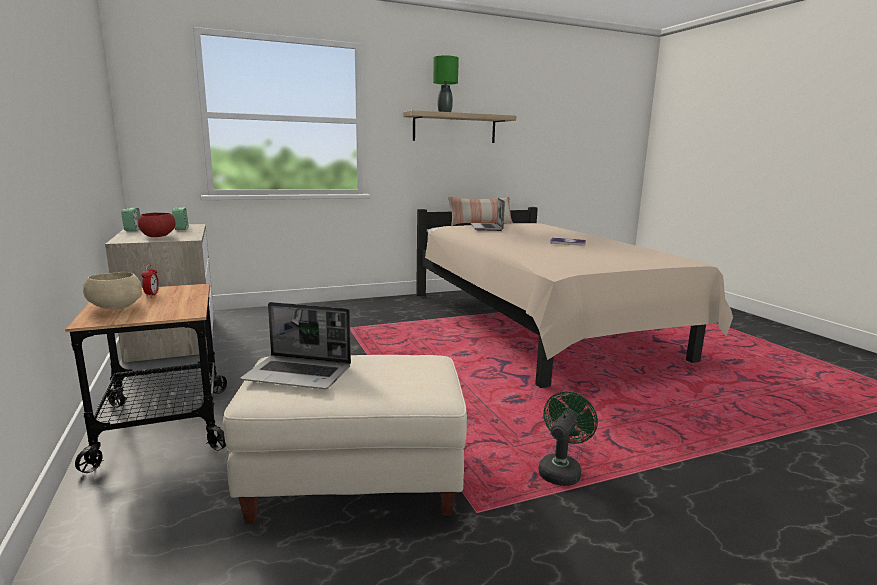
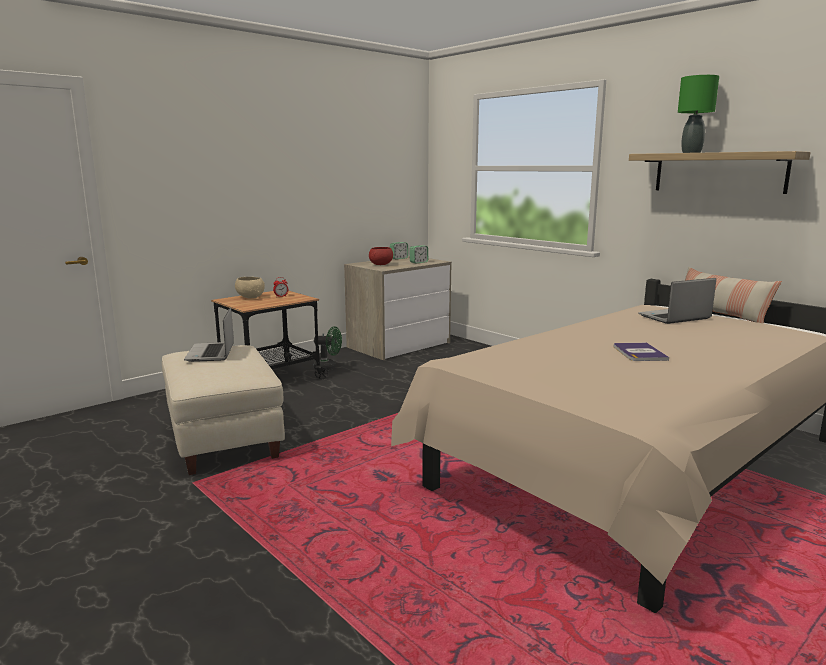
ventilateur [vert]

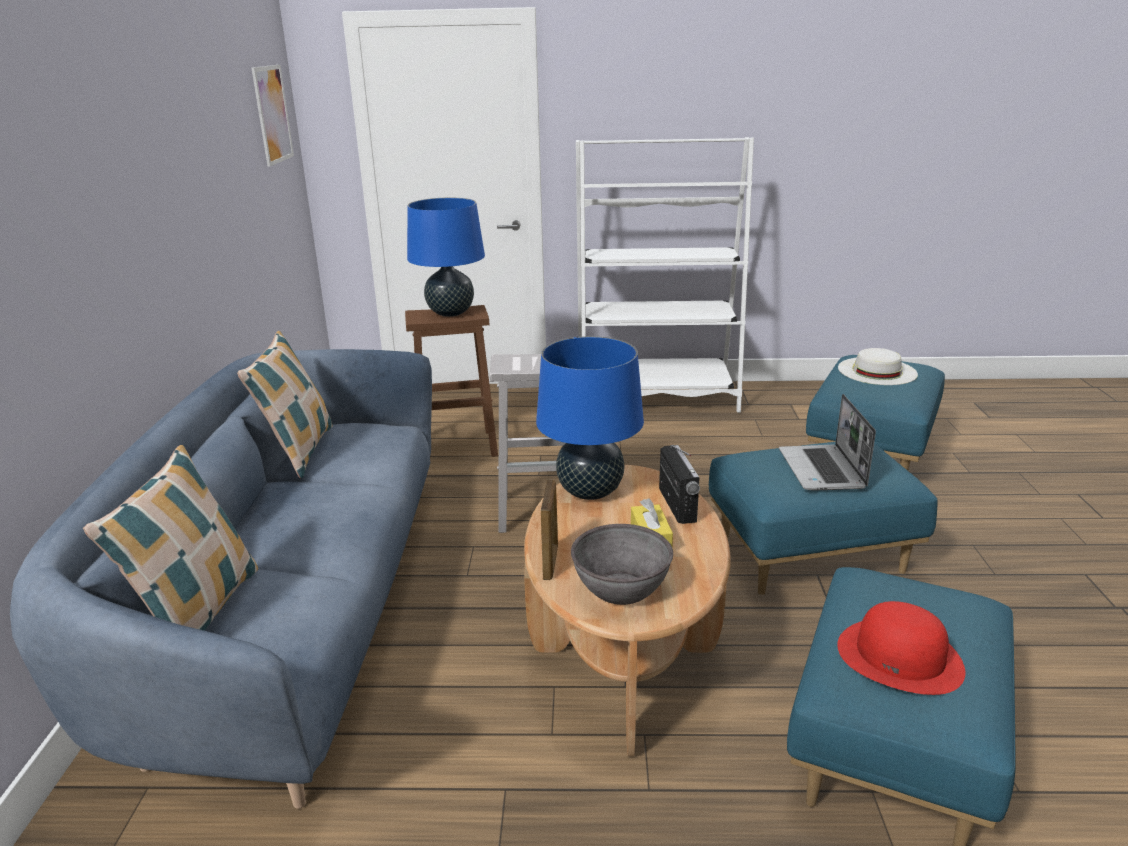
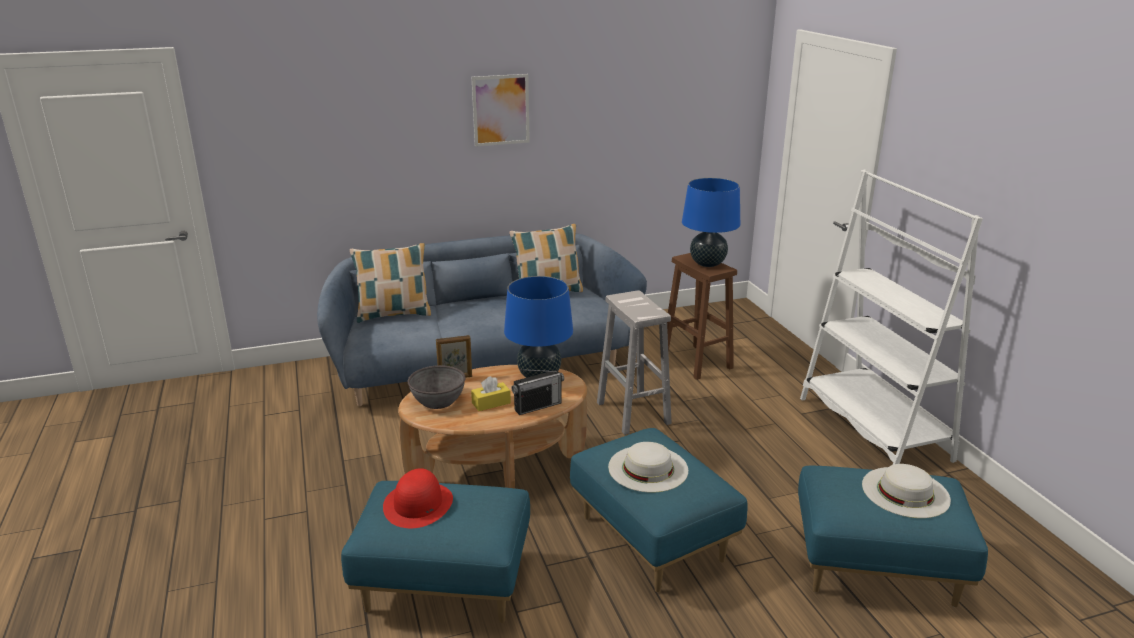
tableau
chapeau [blanc] (1st from left)

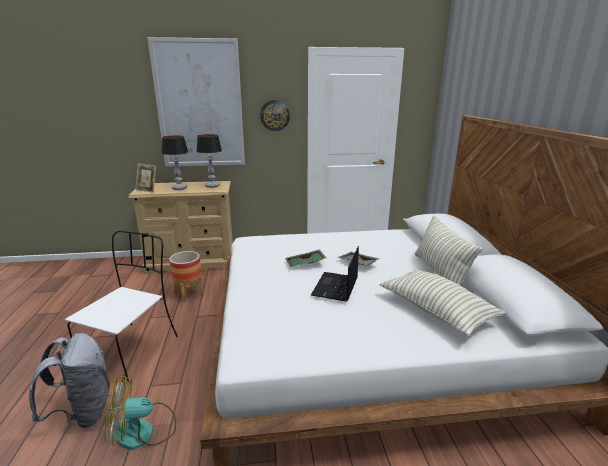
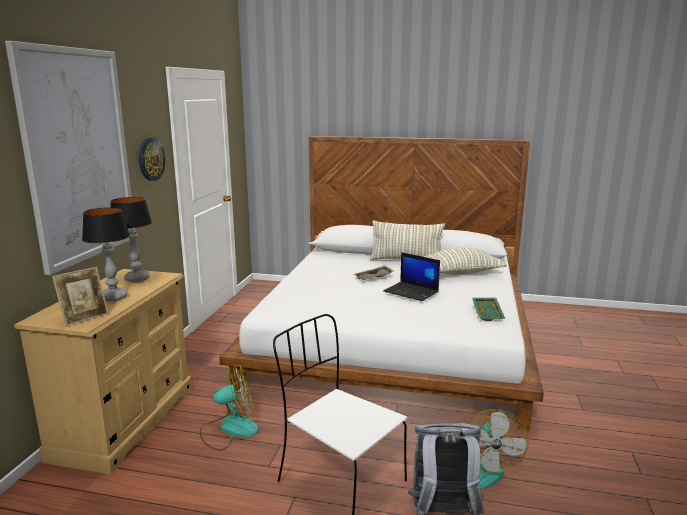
plateau [vert]
ventilateur (1st from left)

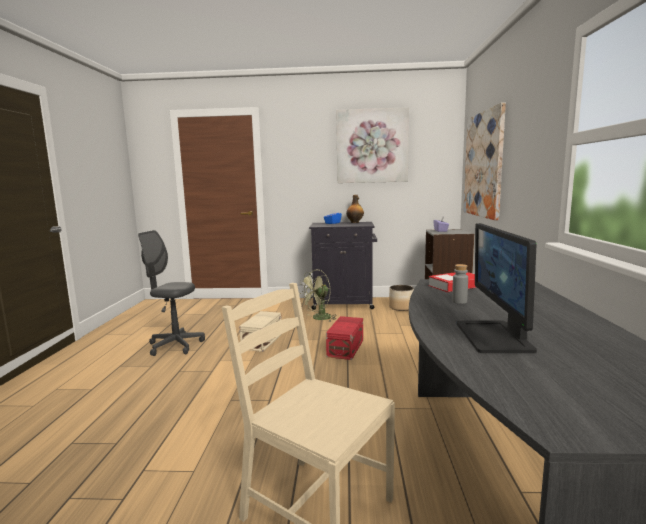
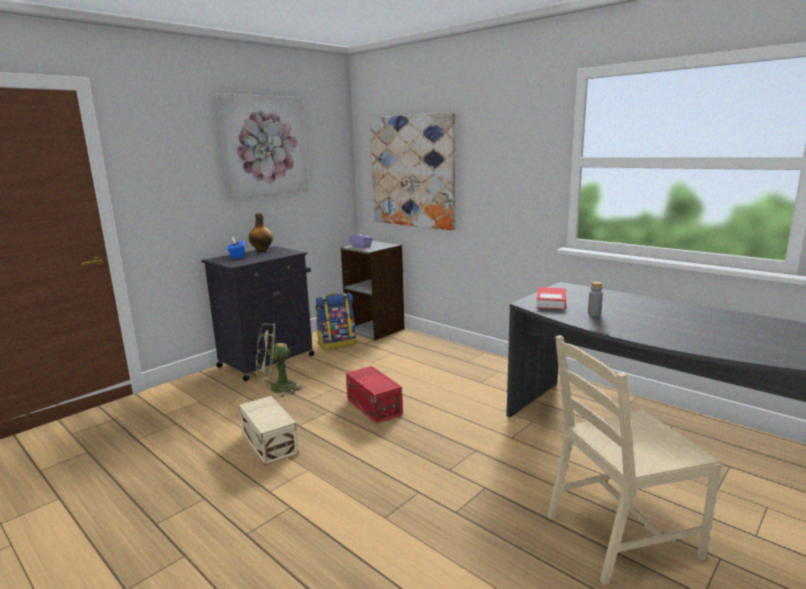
écran d'ordinateur
chaise de bureau [gris]
ventilateur [vert]
sac à dos

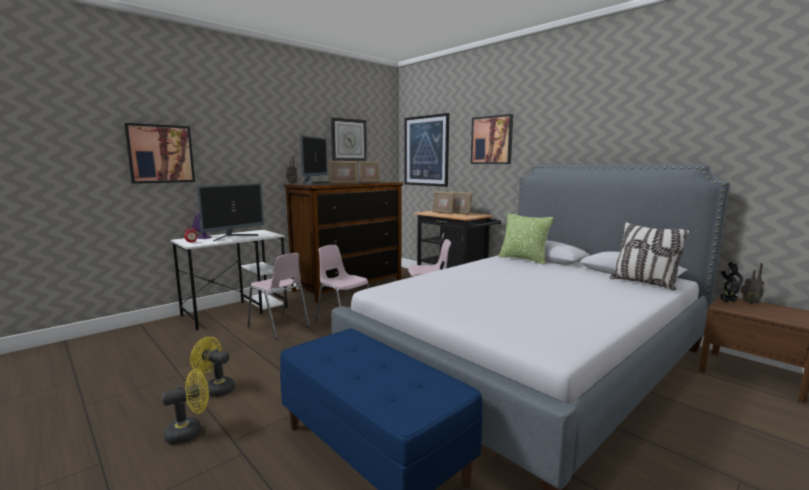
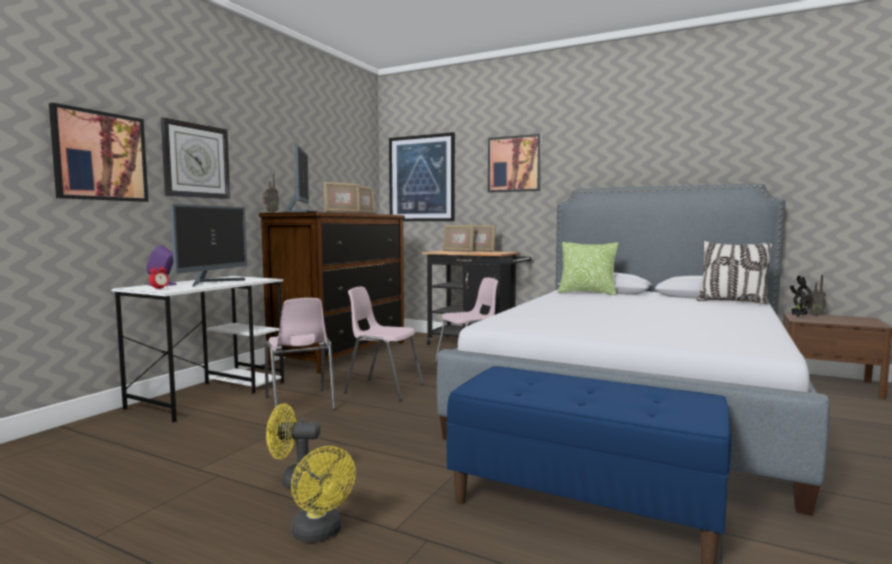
horloge murale
chaise [rose] (1st from left)
ventilateur [jaune] (2nd from left)

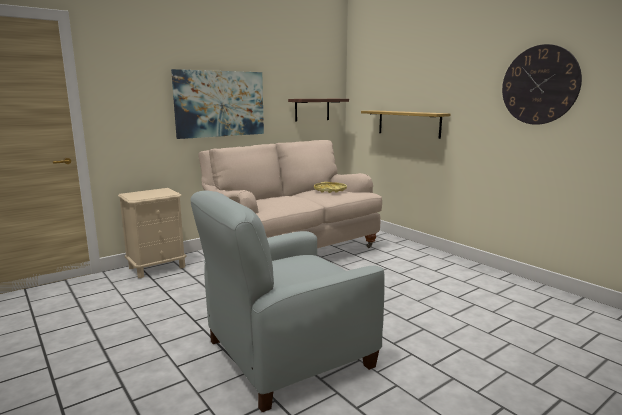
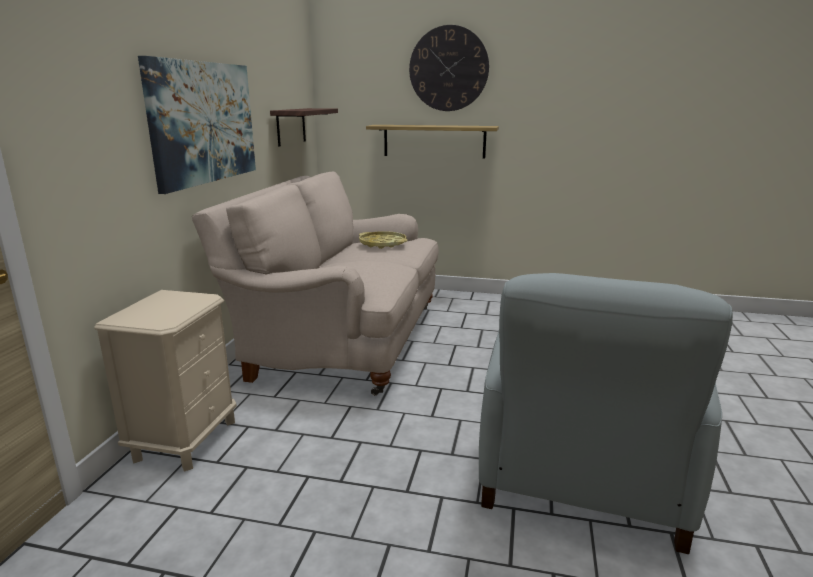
horloge murale

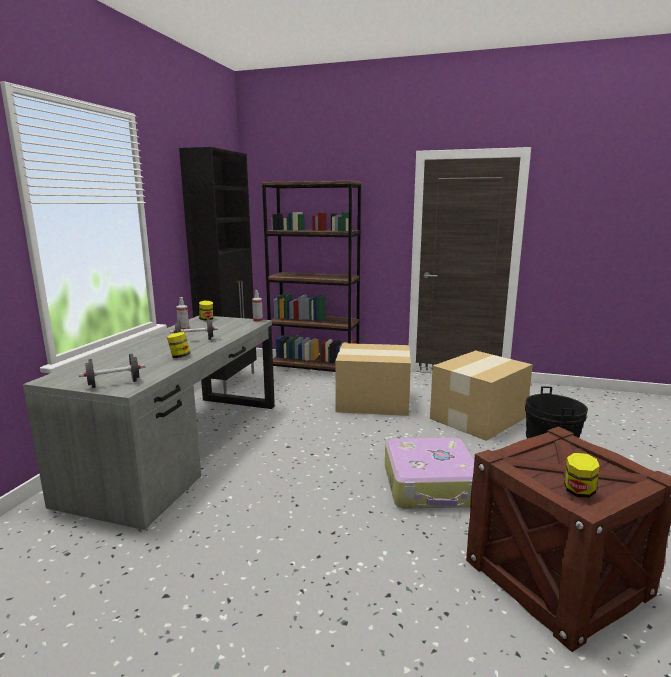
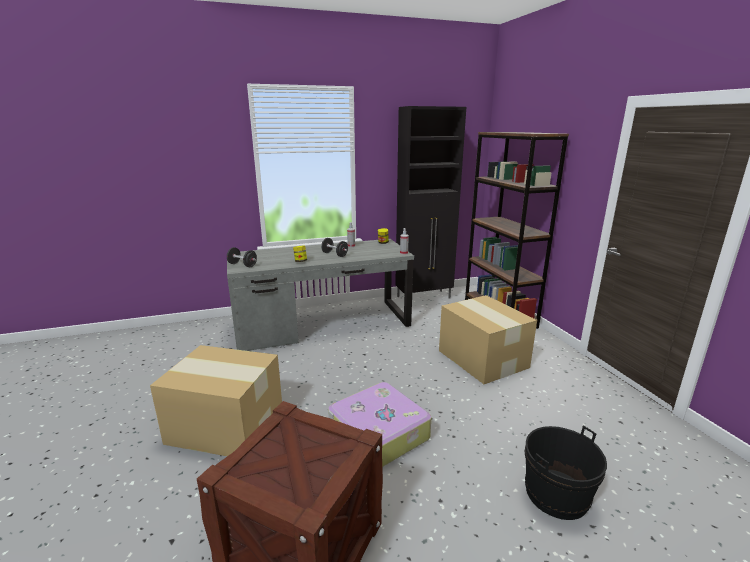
carton (1st from left)
bocal (3rd from left in the first image)

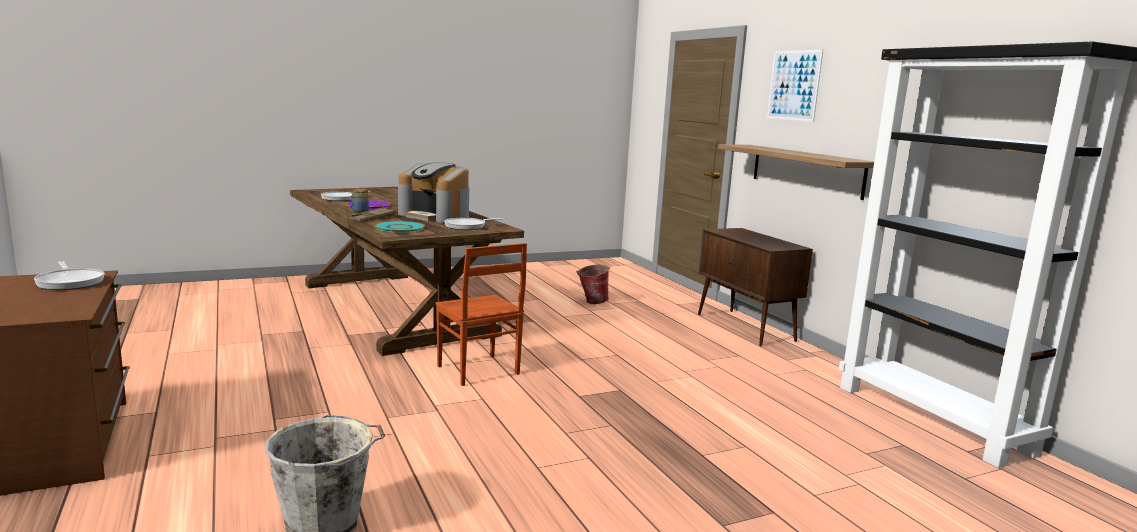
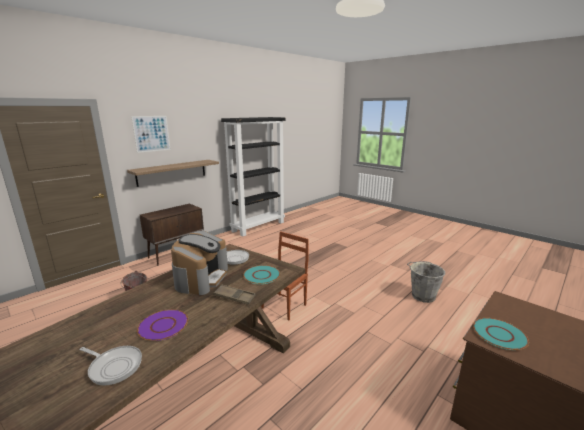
bocal
assiette [turquoise] (2nd from left)

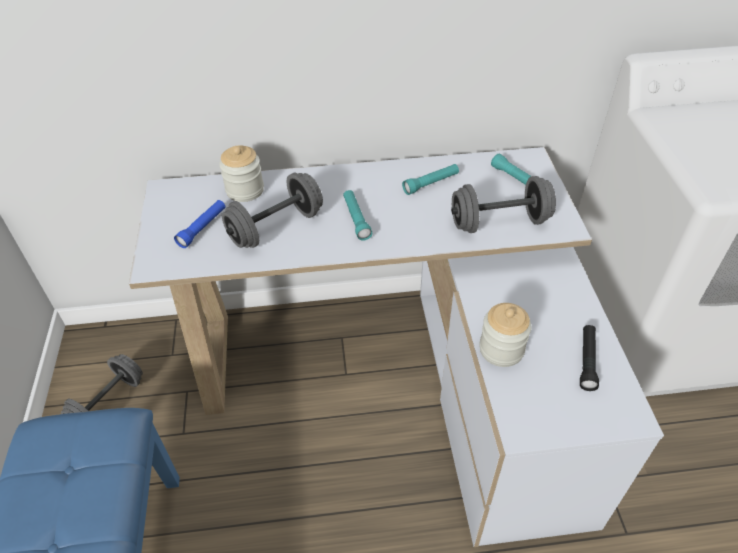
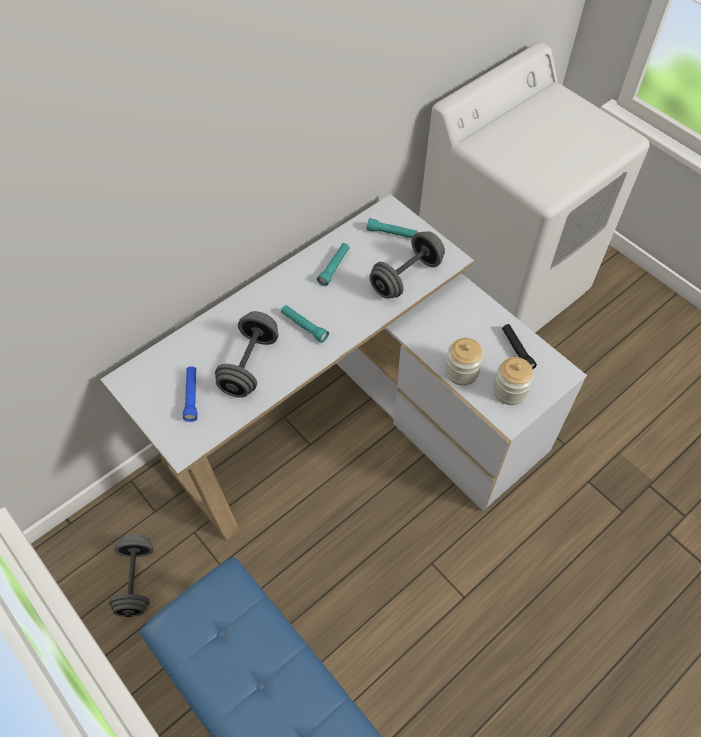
bocal (2nd from left)

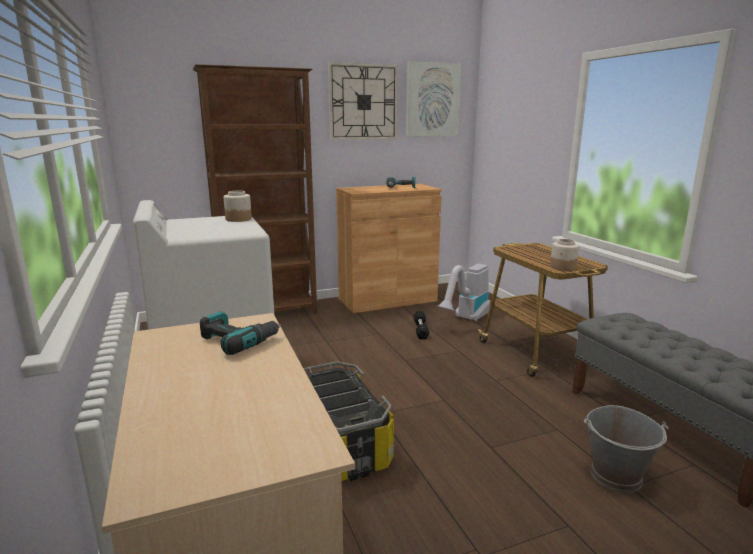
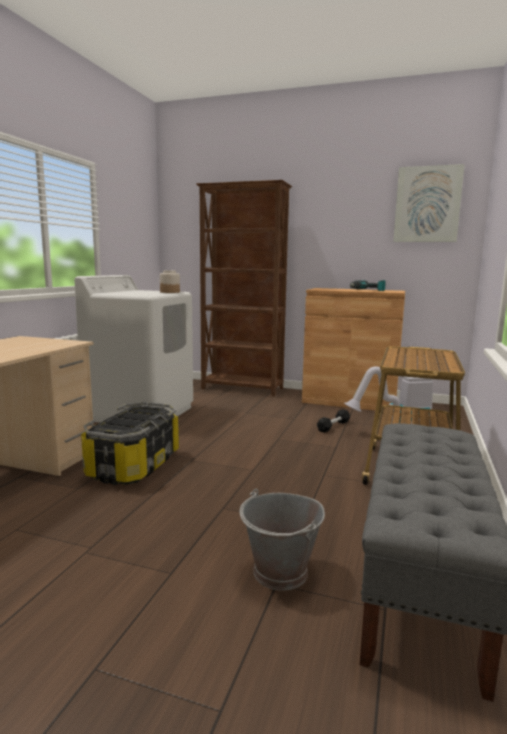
horloge murale
bocal (2nd from left in the first image)
perceuse (1st from left in the first image)

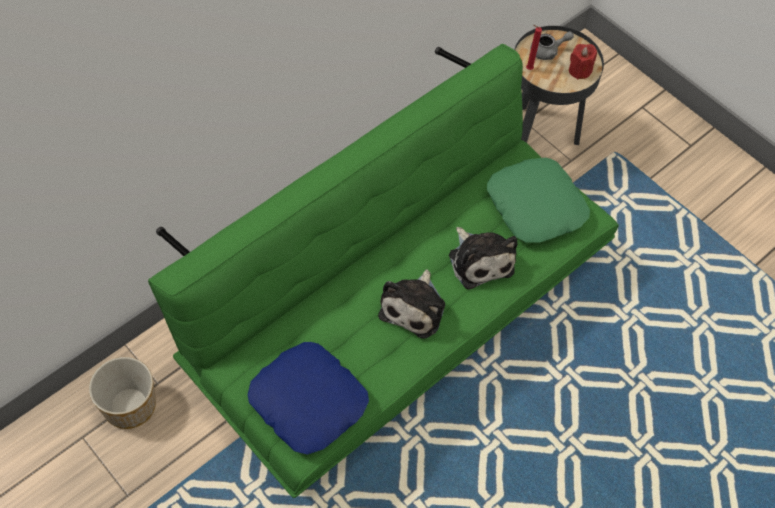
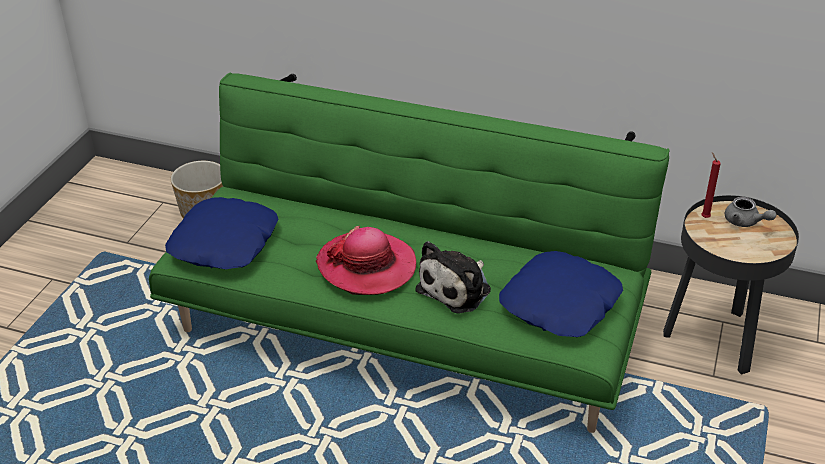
bougie [rouge] (2nd from left in the first image)
coussin [bleu] (2nd from left)
chapeau

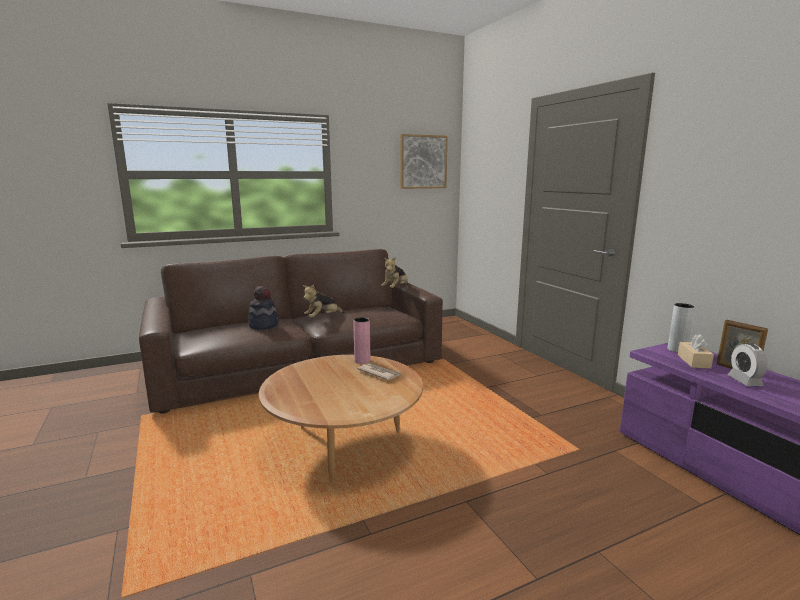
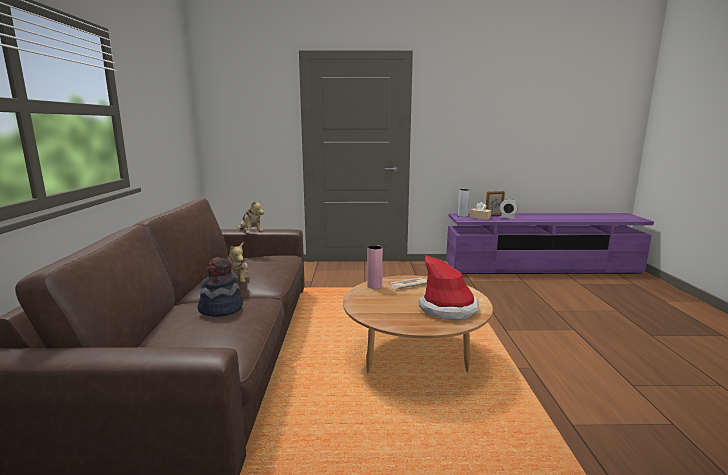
tableau
chapeau (2nd from left)

